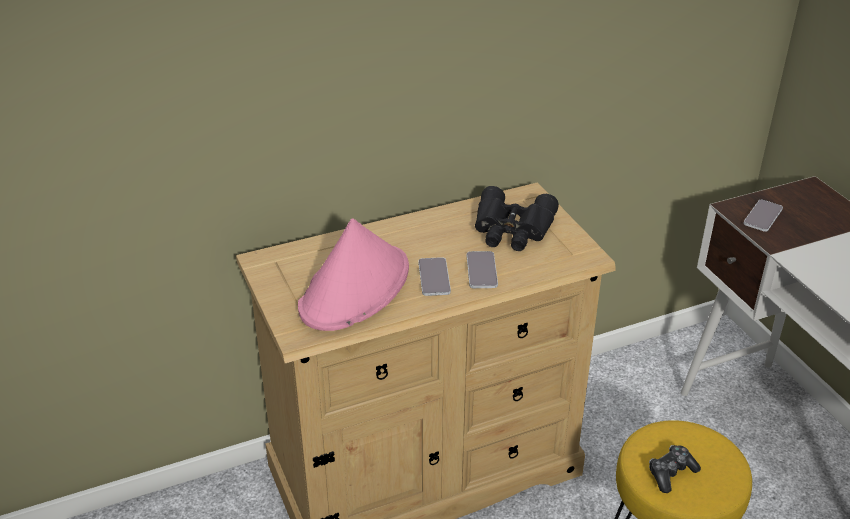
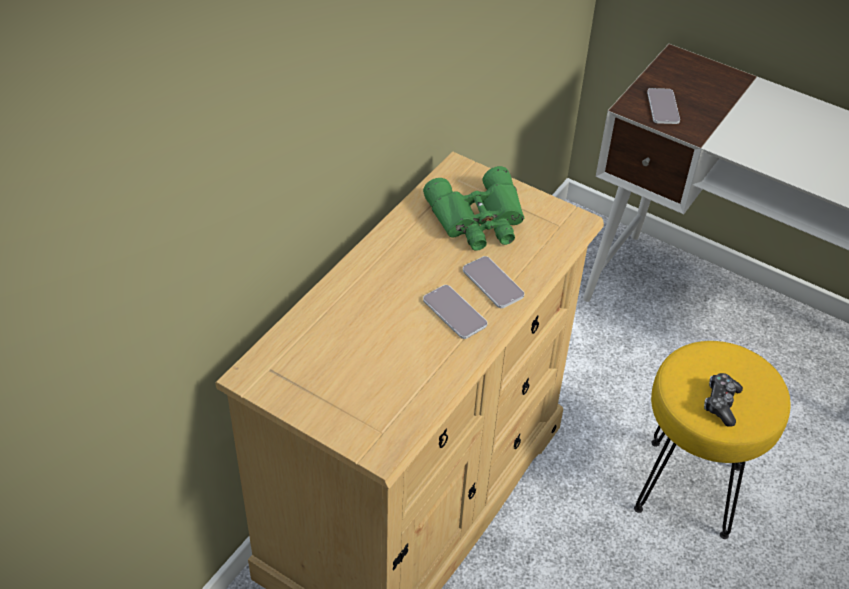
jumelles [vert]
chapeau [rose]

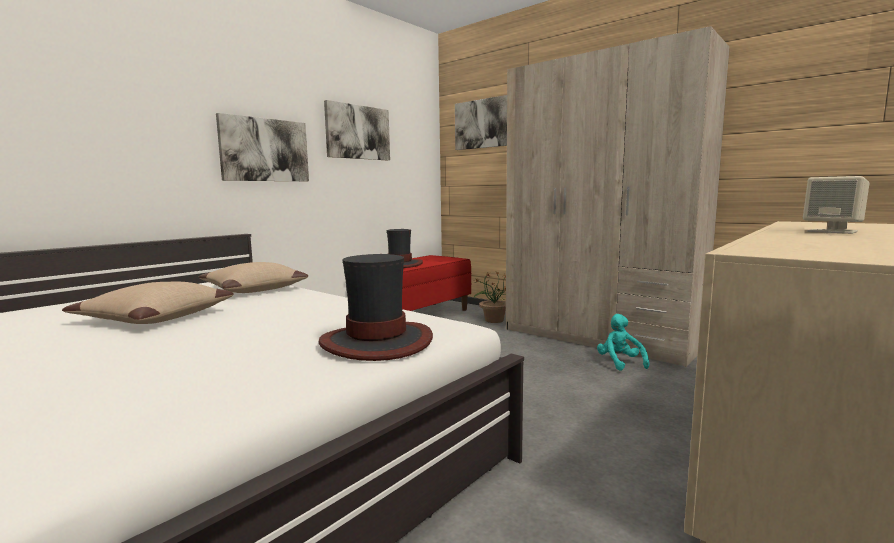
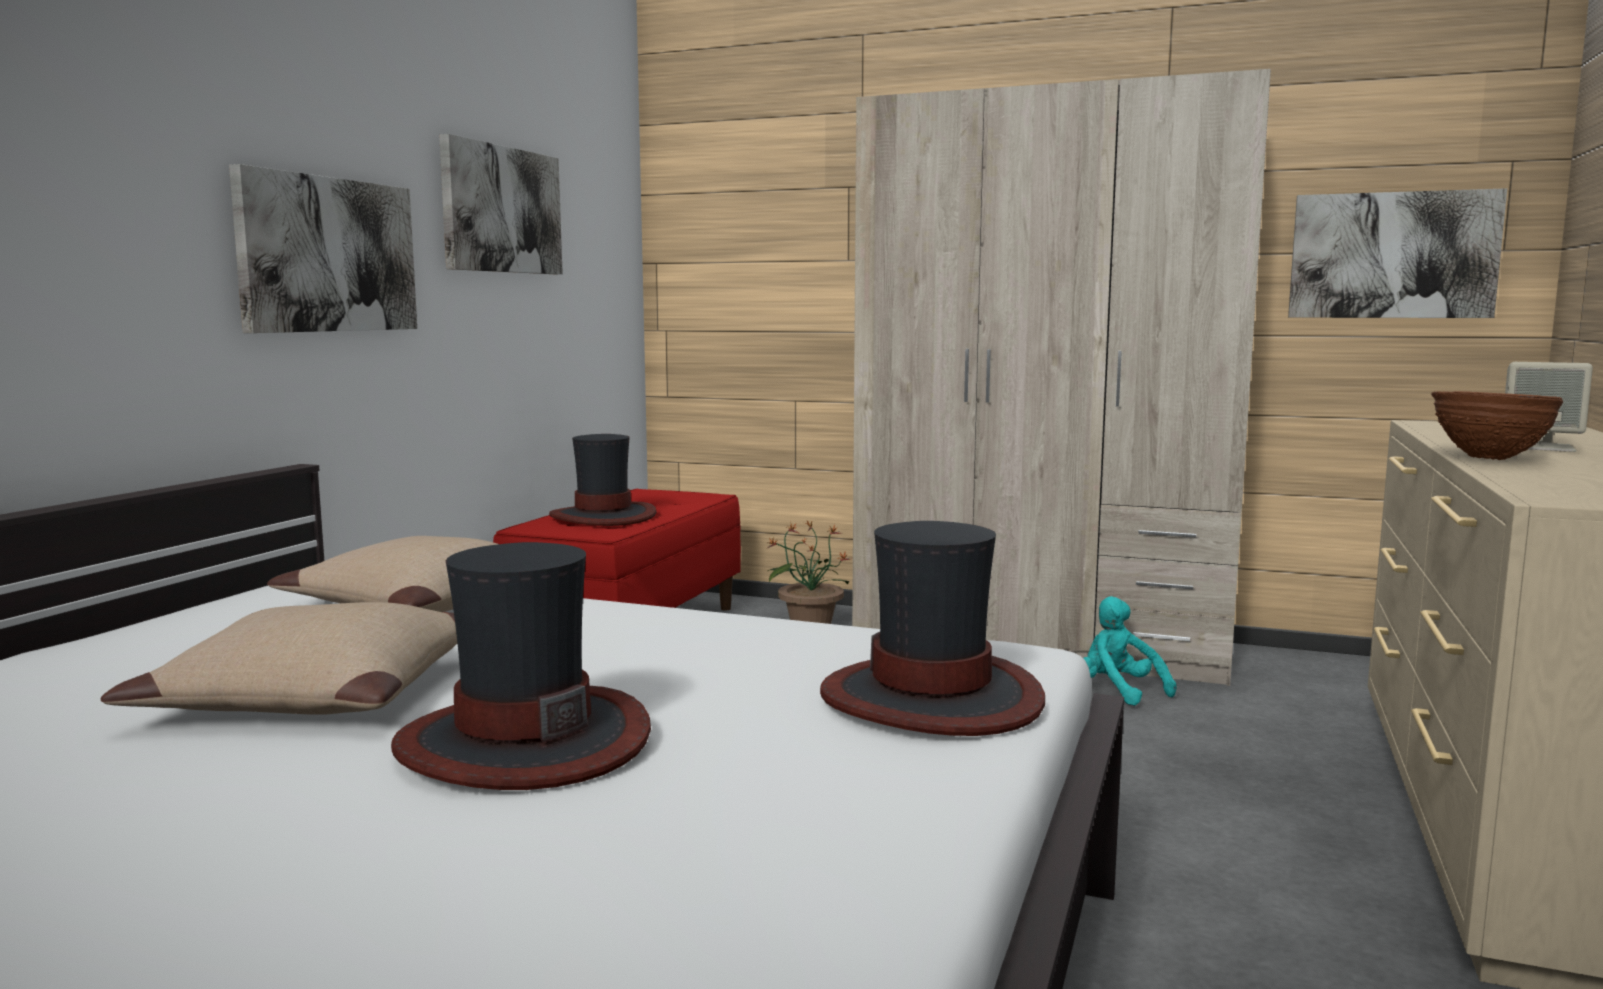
tableau (3rd from left)
bol [marron]
chapeau (1st from left)

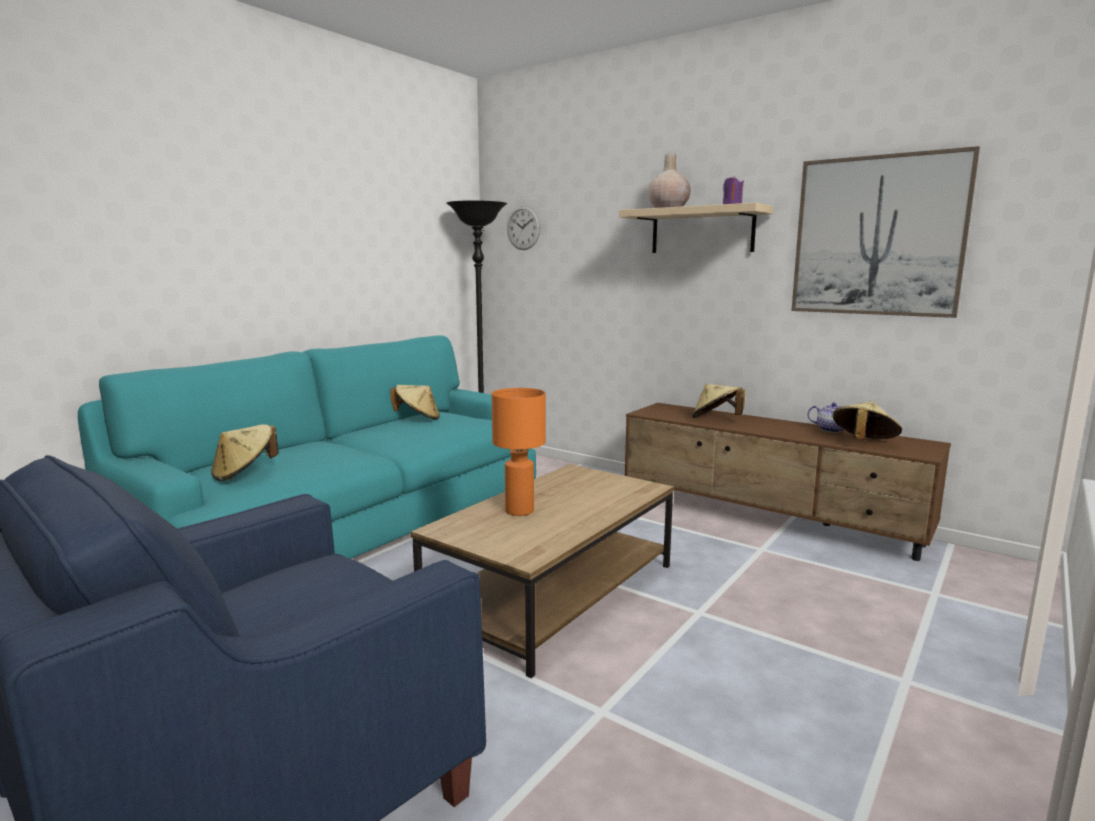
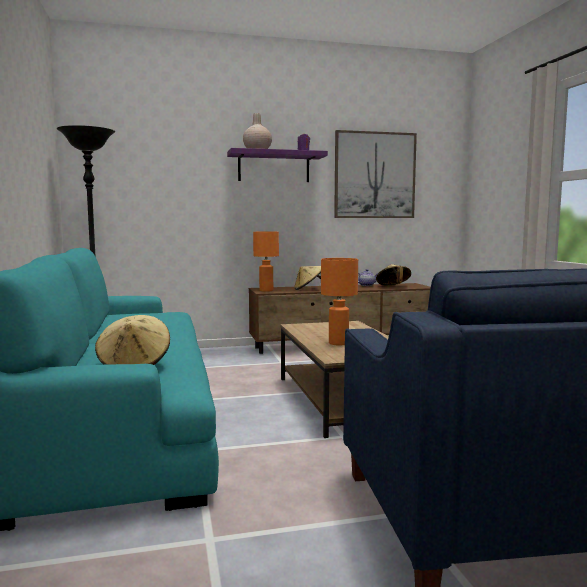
étagère [violet]
horloge murale
chapeau [beige] (2nd from left in the first image)
lampe de table [orange] (1st from left)

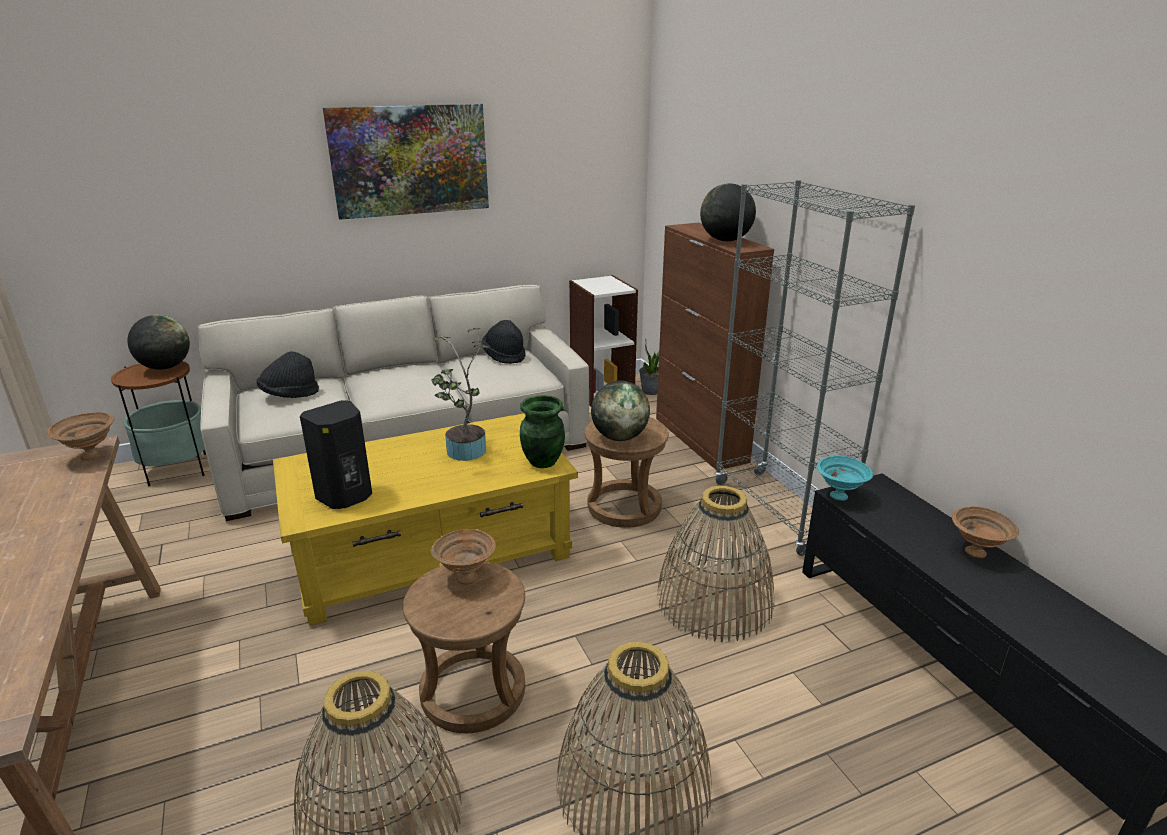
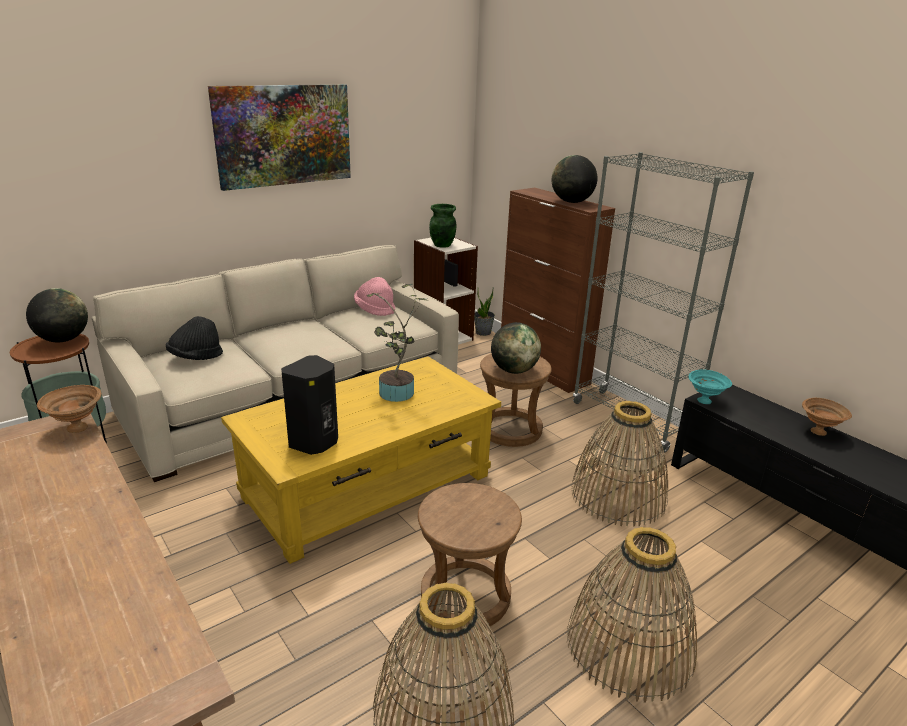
chapeau [rose]
vase [vert]
bol [marron] (2nd from left in the first image)

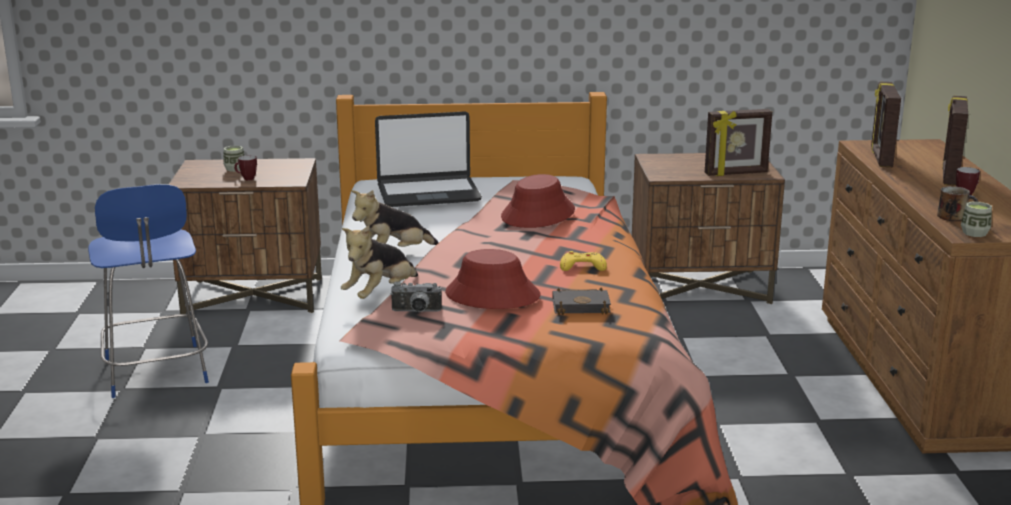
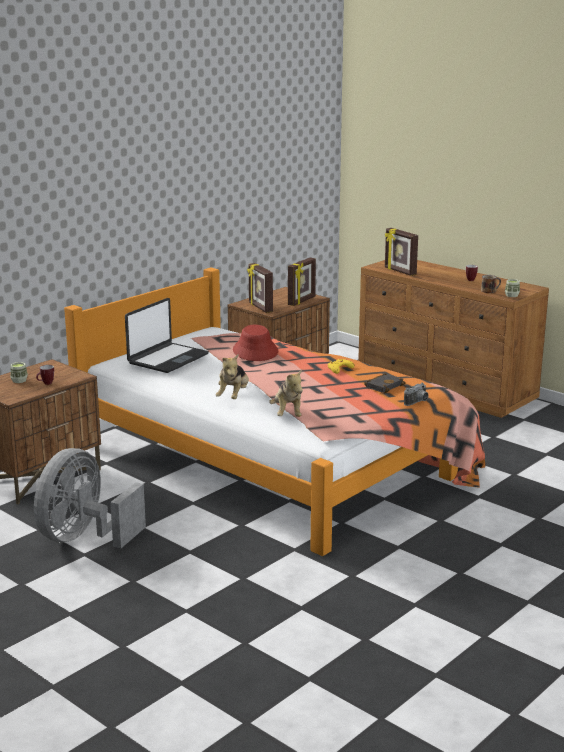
cadre photo (1st from left)
ventilateur [gris]
chapeau [rouge] (1st from left in the first image)
appareil photo

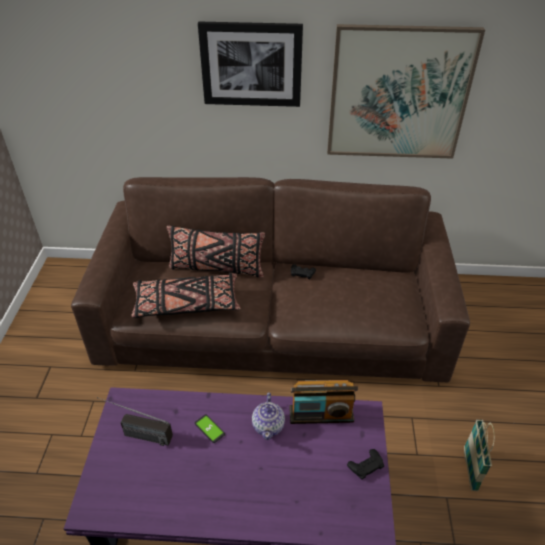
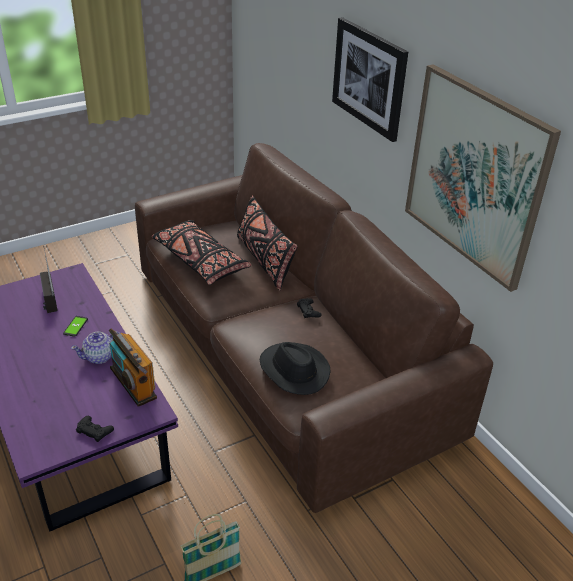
chapeau [noir]

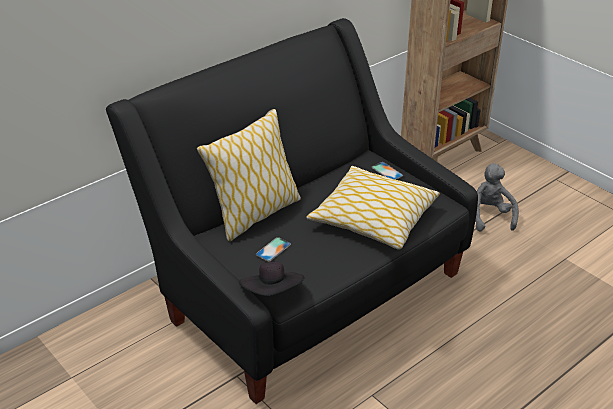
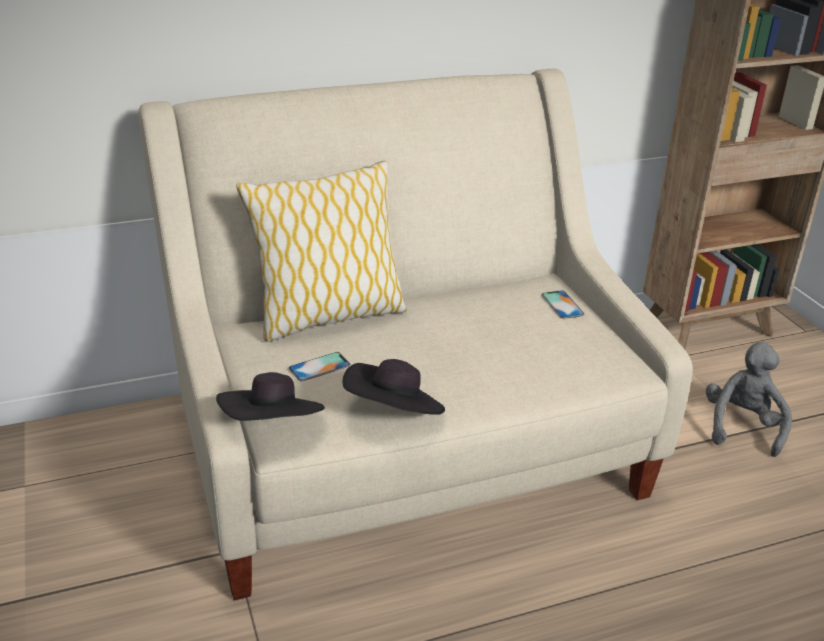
canapé [beige]
coussin (2nd from left in the first image)
chapeau [noir] (2nd from left)

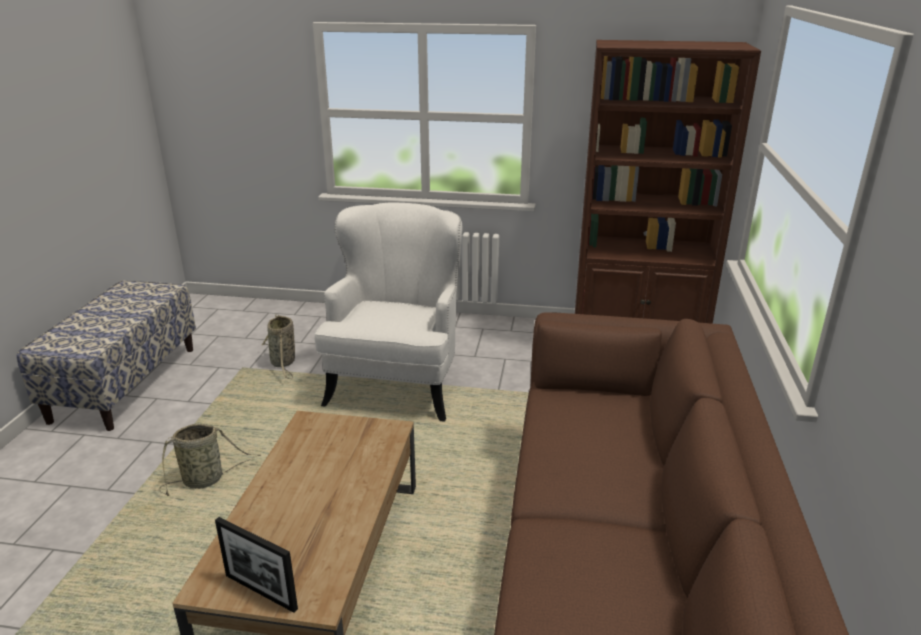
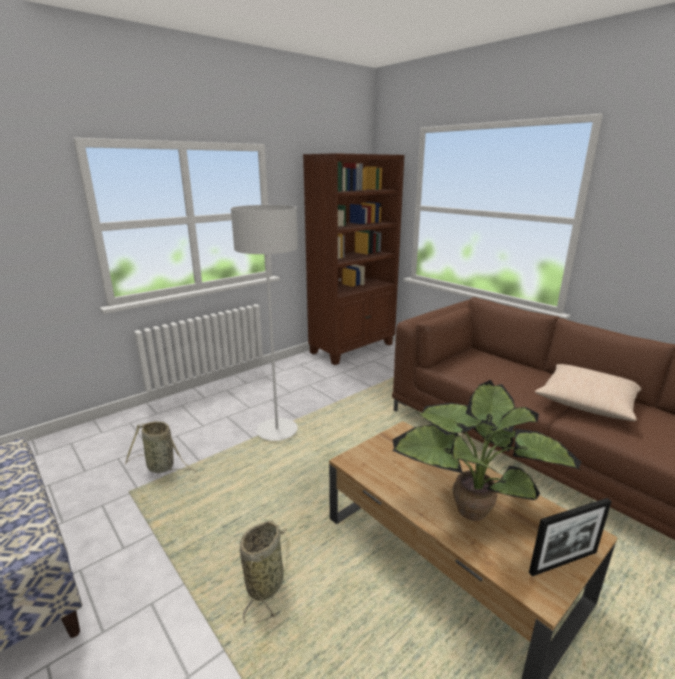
lampadaire [gris]
coussin [beige]
plante en pot

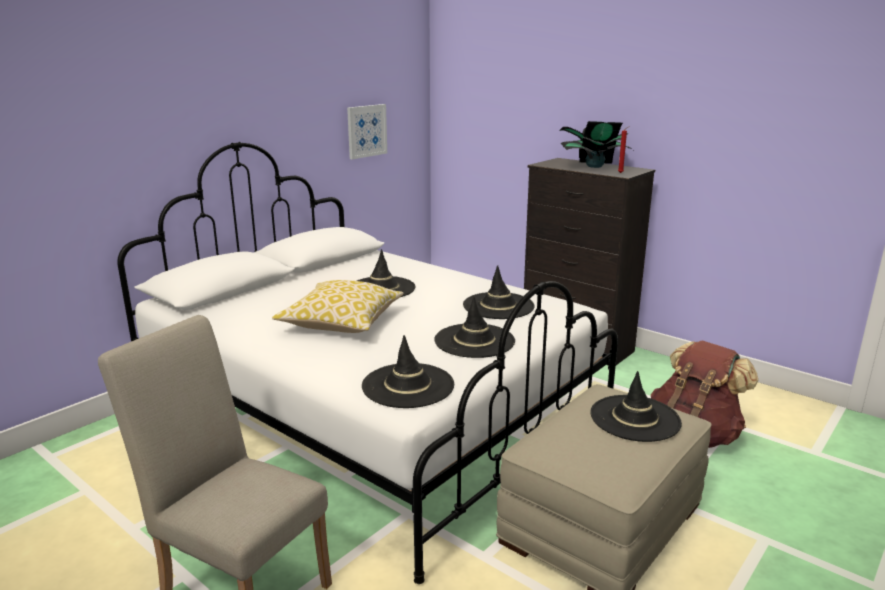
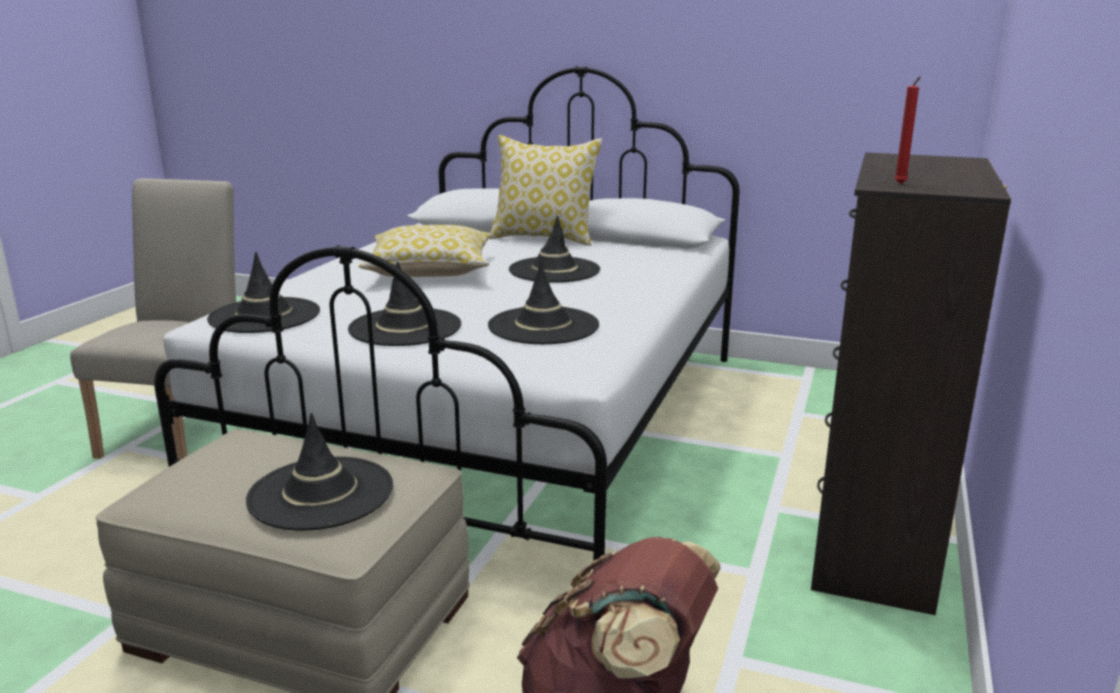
tableau
plante en pot
coussin (2nd from left)

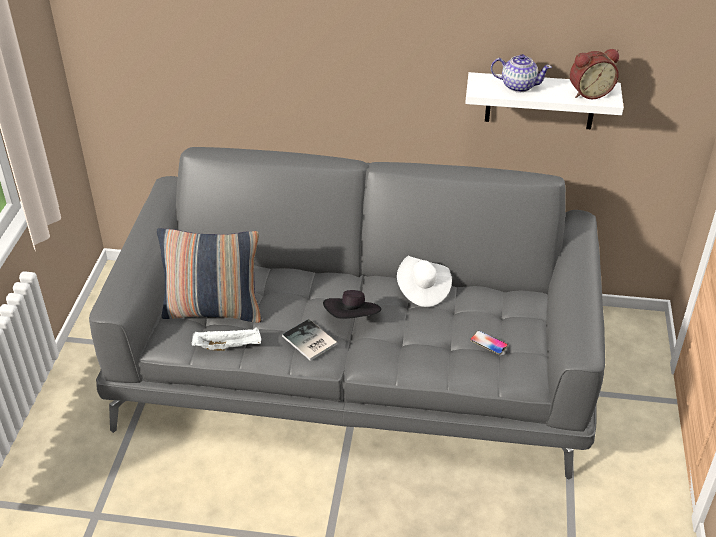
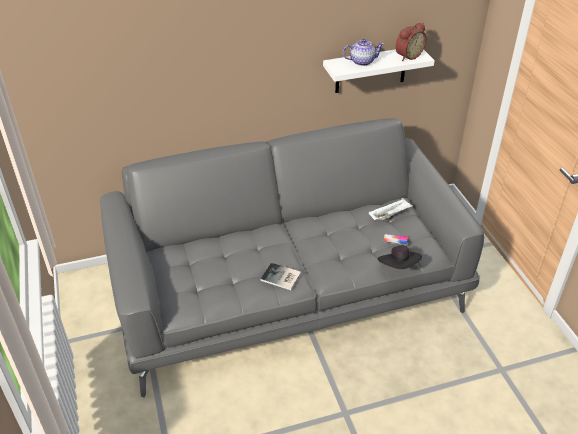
coussin
chapeau [blanc]
chapeau [noir]
plateau [blanc]

